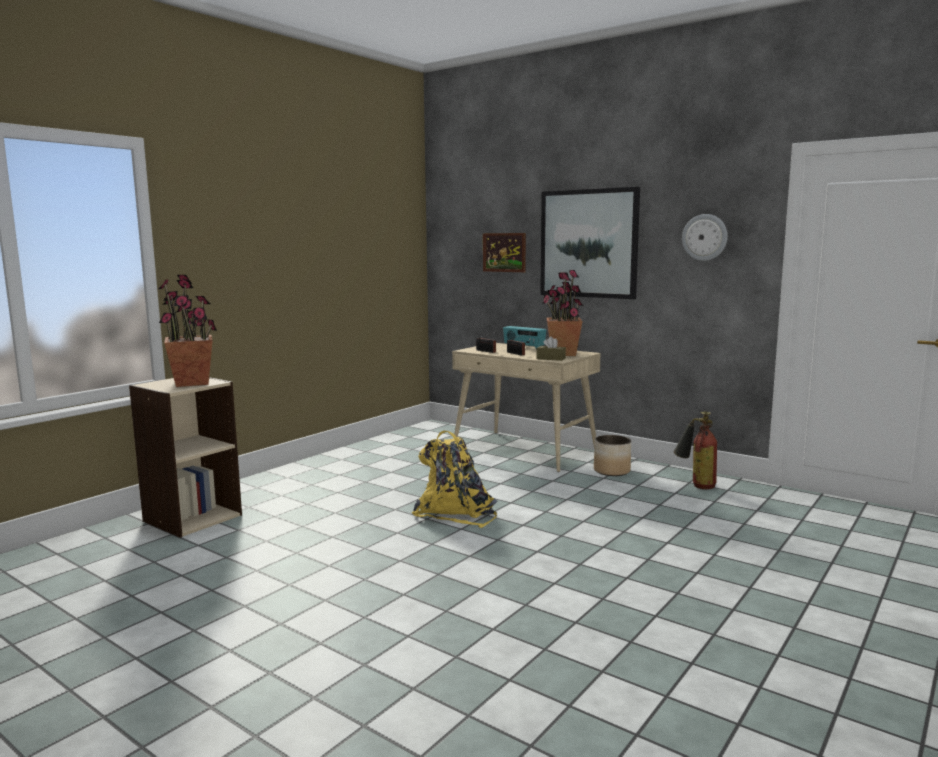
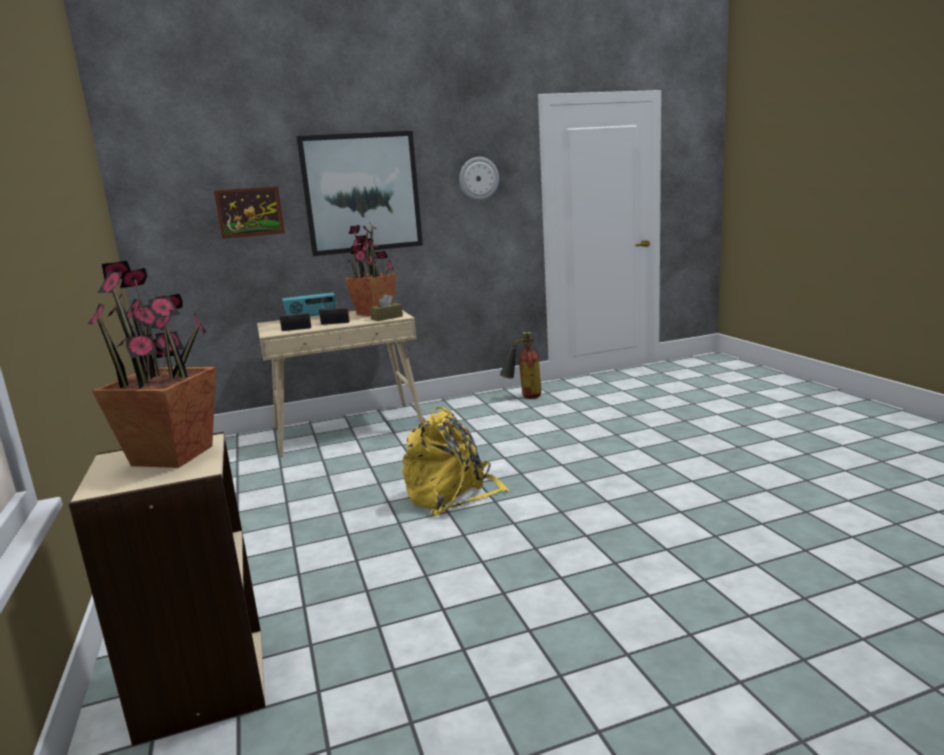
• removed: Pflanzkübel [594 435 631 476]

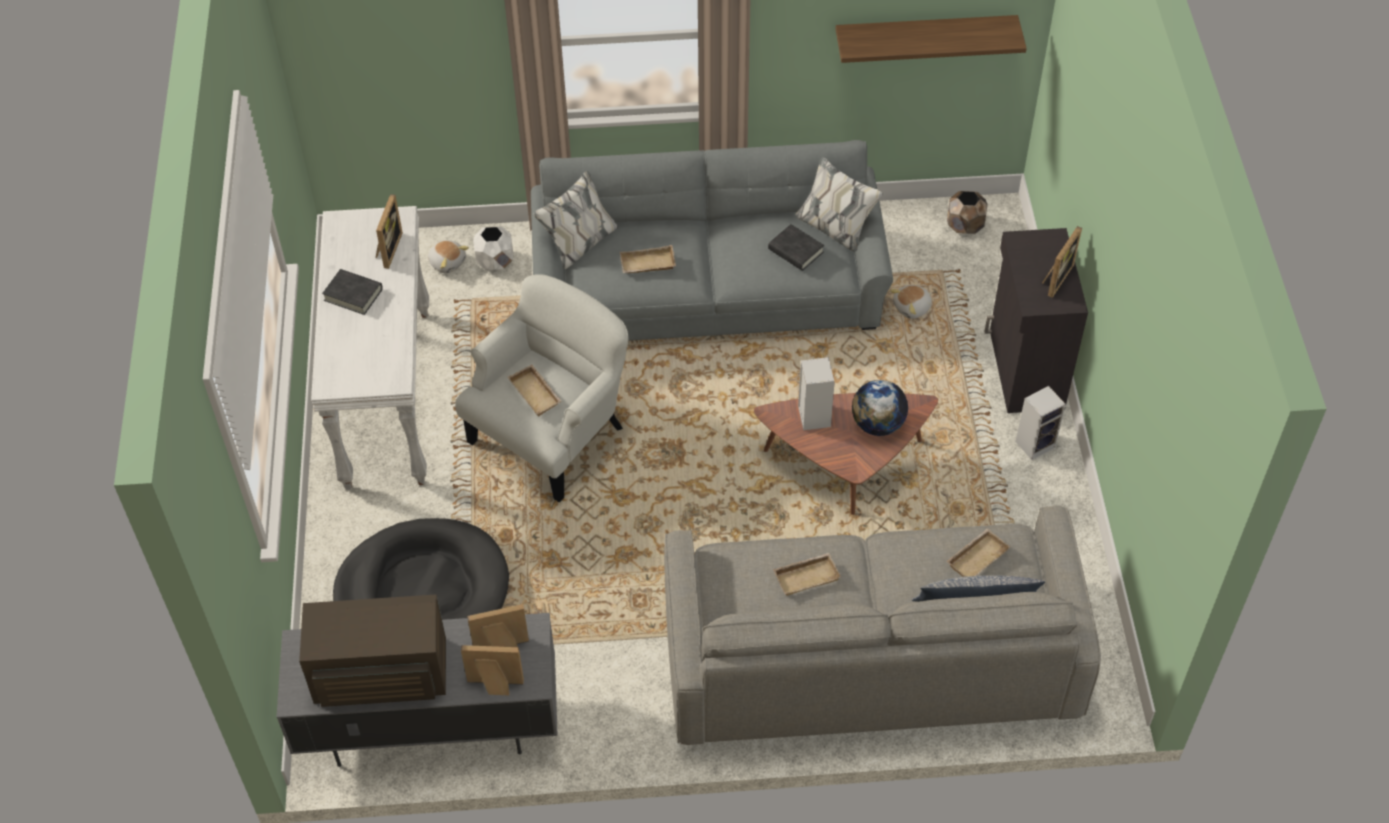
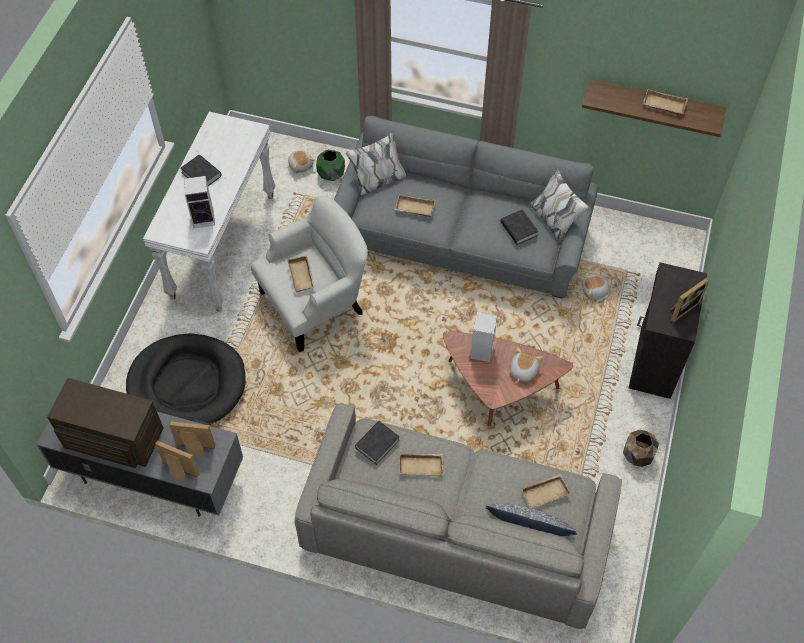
• removed: Bilderrahmen [376 194 403 269]
• recoloured: Pflanzkübel (weiß) [473 226 513 270] to Pflanzkübel (grün) [316 149 345 181]
• replaced: Globus [852 380 908 436] to Plüschtier [510 347 543 383]
• moved: Pflanzkübel (braun) [947 191 987 234] to [623 430 659 467]
• moved: Lautsprecher [1016 386 1066 460] to [183 176 215 229]
• added: Buch (schwarz) [355 421 400 465]
• added: Tablett (beige) [643 89 688 115]

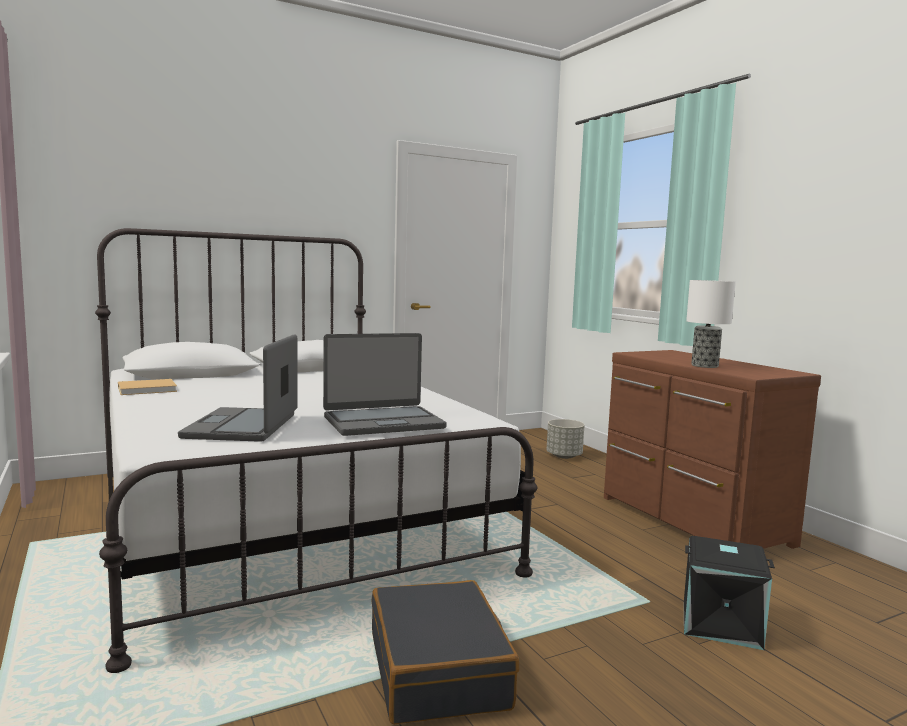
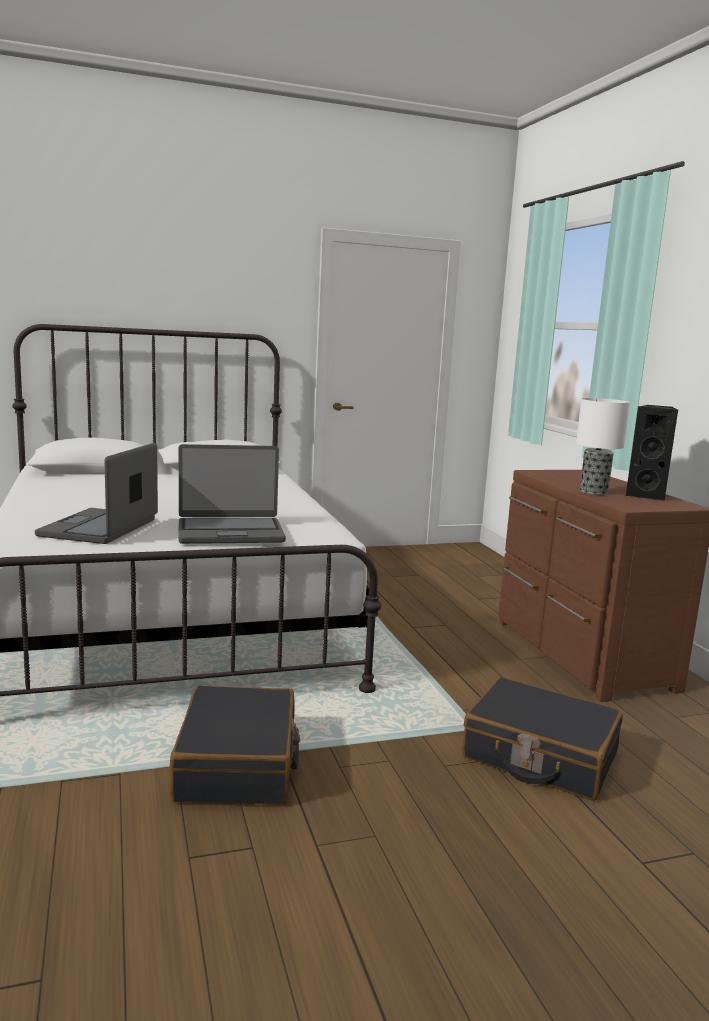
• removed: Buch (beige) [118 379 177 395]
• removed: Pflanzkübel (grau) [547 419 584 459]
• replaced: Aufbewahrungsbox (schwarz) [684 536 775 650] to Koffer (schwarz) [462 677 623 801]
• added: Lautsprecher (schwarz) [626 405 679 501]

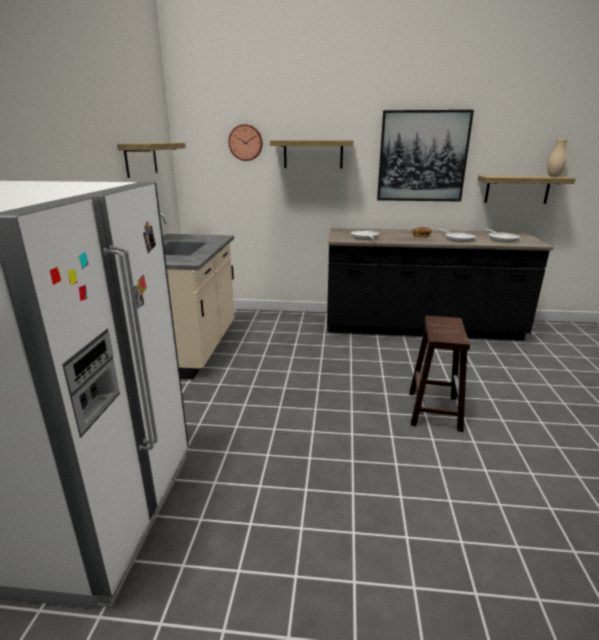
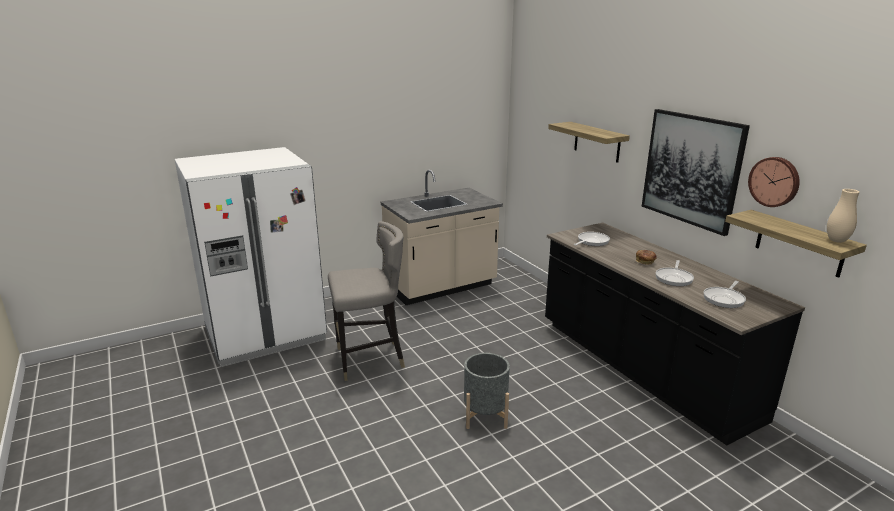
• removed: Wandregal [117 143 186 178]
• moved: Wanduhr [228 124 263 161] to [748 157 800 207]
• replaced: Hocker (braun) [409 316 470 432] to Pflanzkübel (grau) [464 353 510 429]
• added: Hocker (grau) [328 221 405 381]

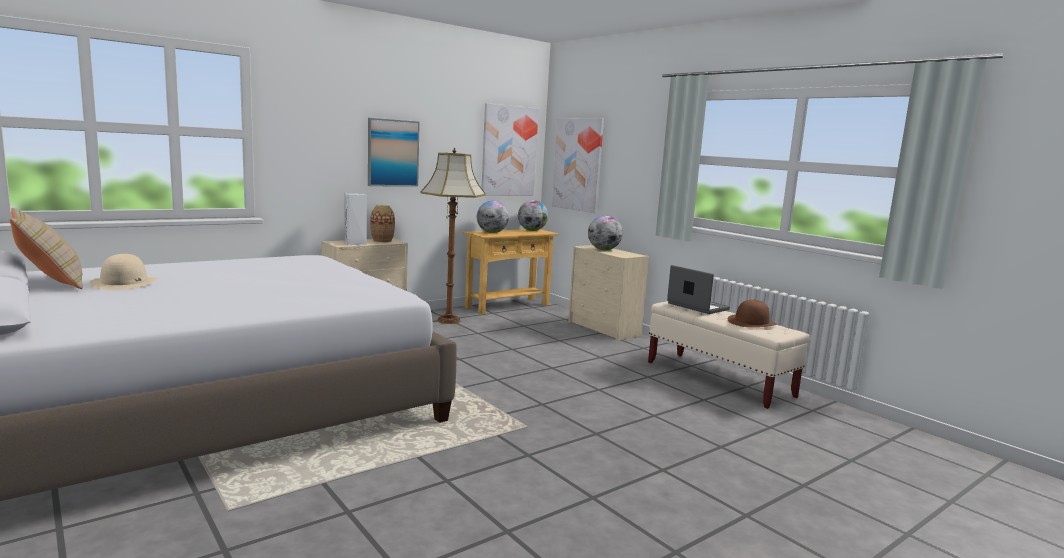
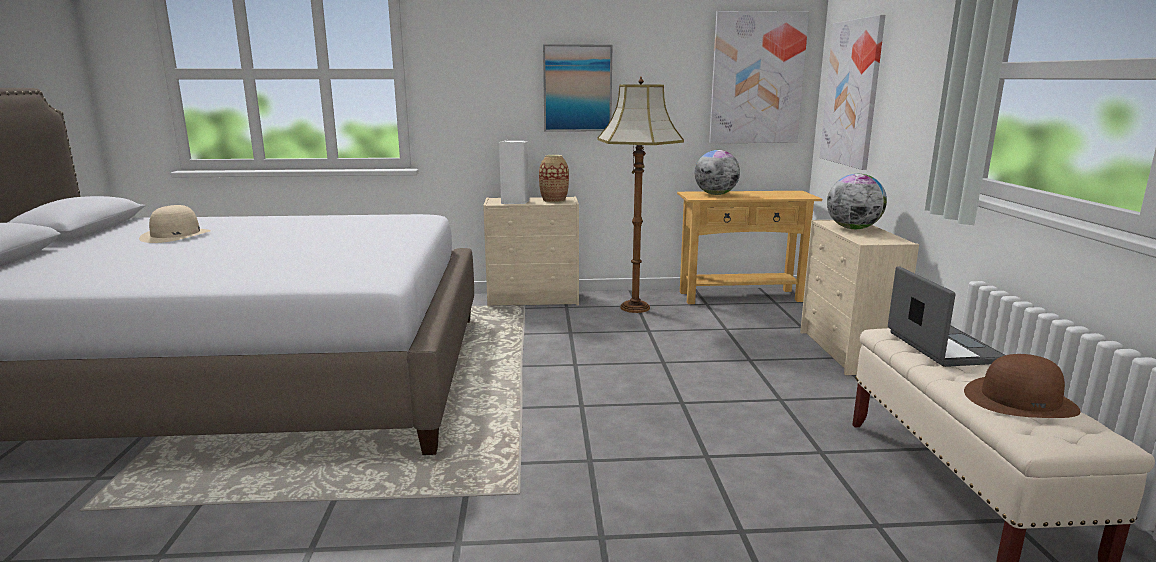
• removed: Kissen (beige) [9 208 83 289]
• removed: Globus [518 200 548 231]

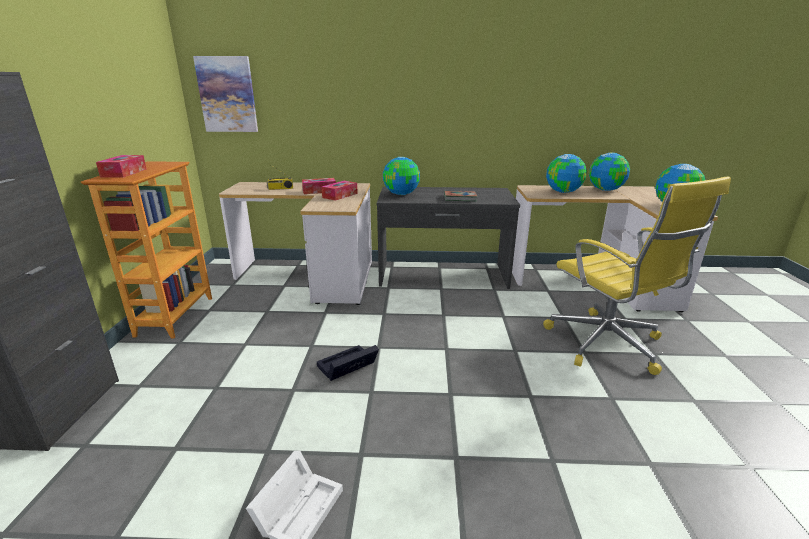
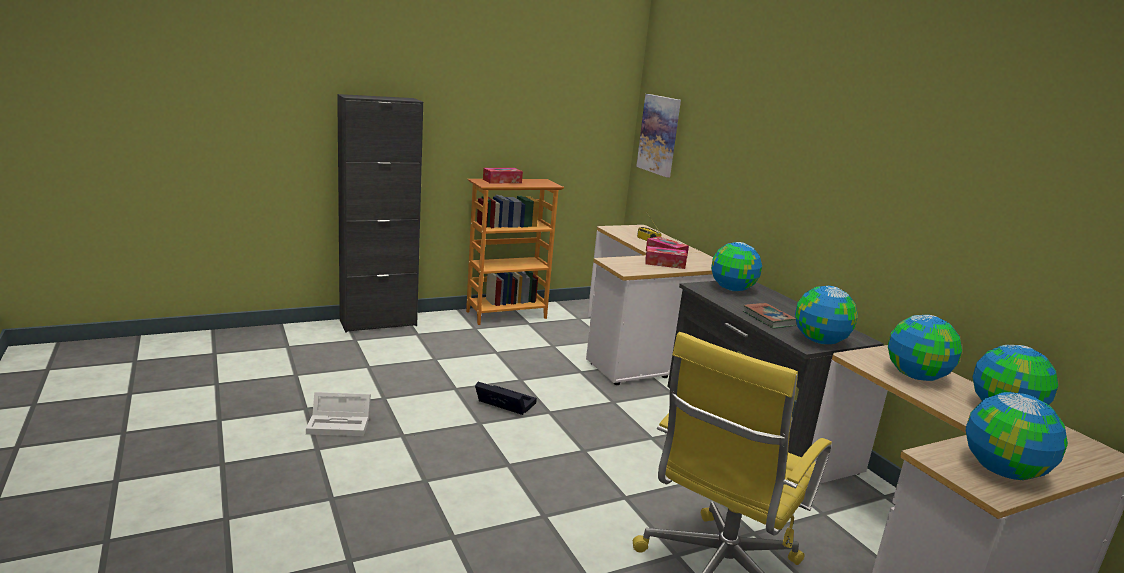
• added: Globus [795 286 858 344]

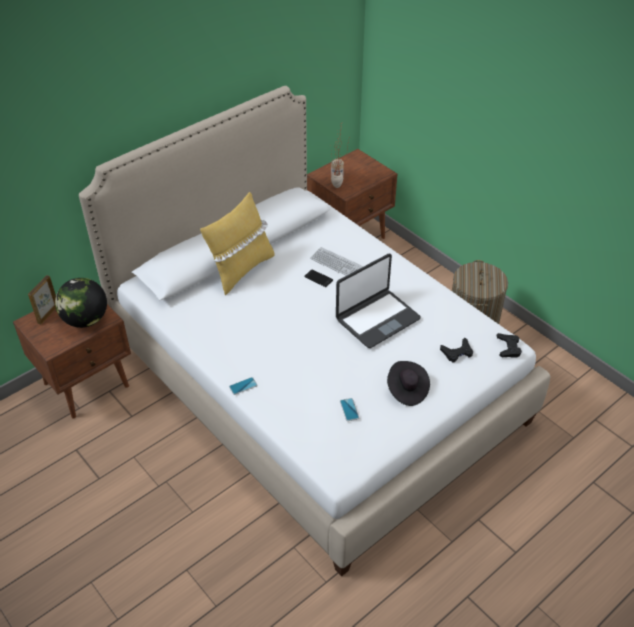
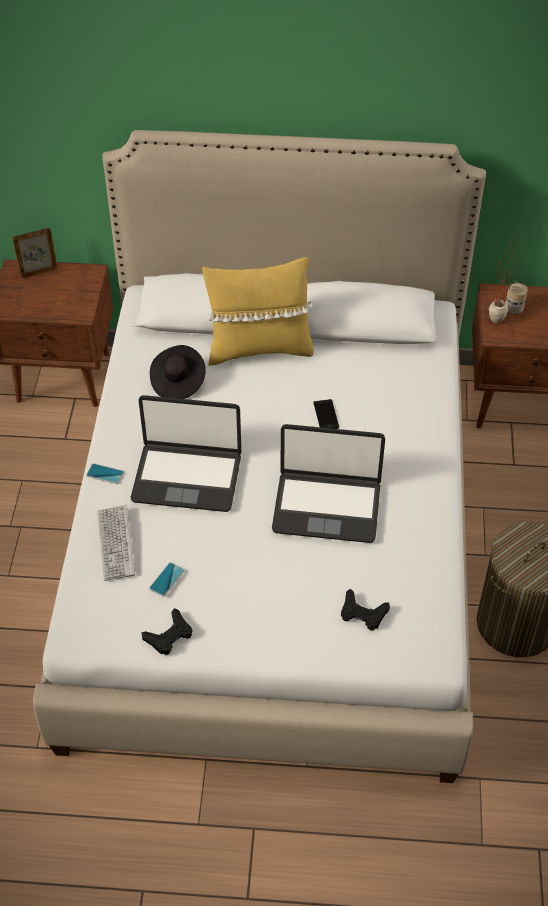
• removed: Globus [55 278 107 328]
• moved: Tastatur [310 247 364 276] to [97 505 135 581]
• moved: Hut (schwarz) [387 361 430 406] to [150 345 206 399]
• moved: Gamepad (schwarz) [497 333 522 357] to [141 608 193 655]
• added: Laptop [131 395 241 512]

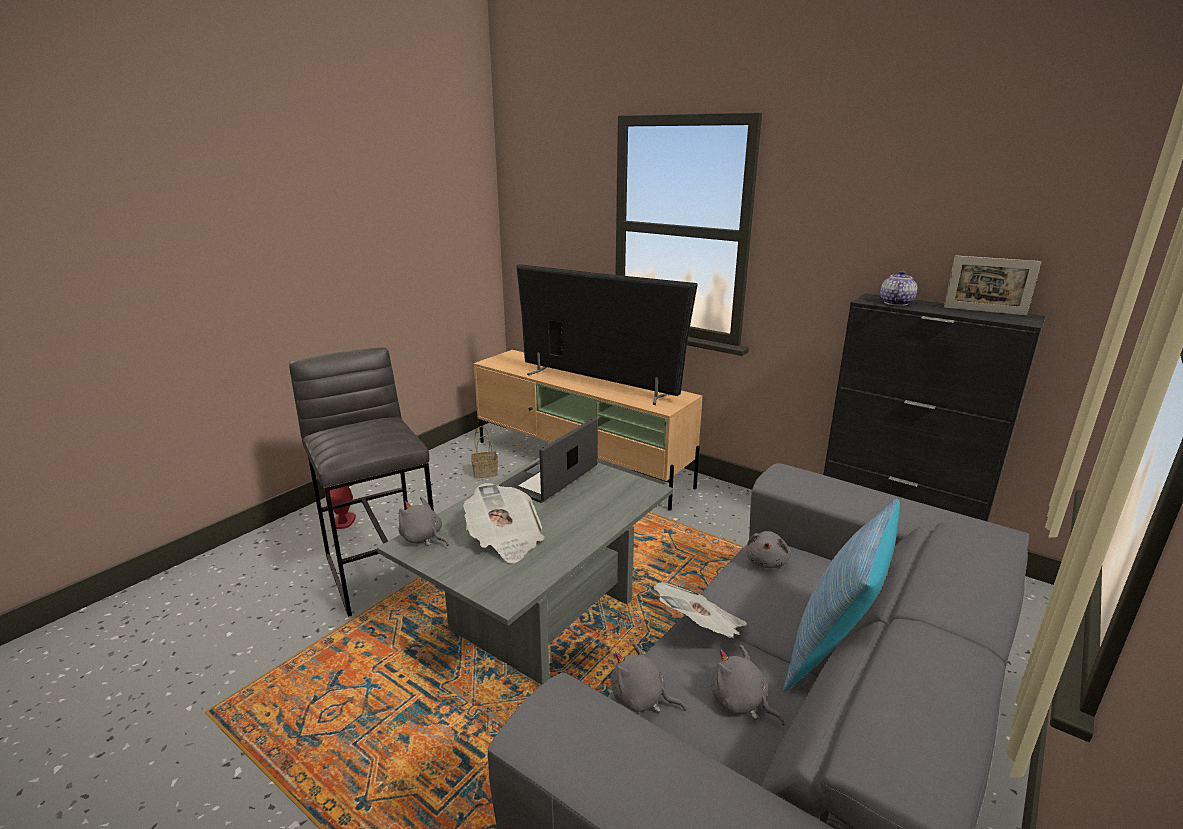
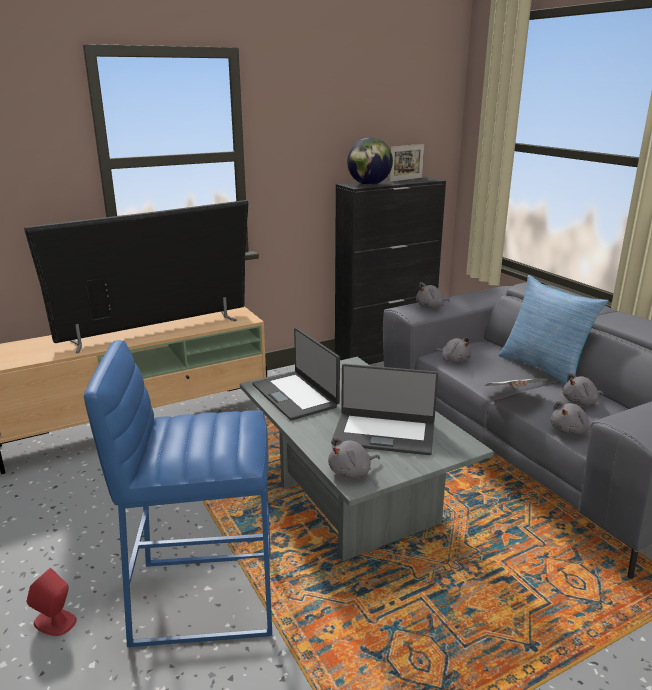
• recoloured: Hocker (grau) [289 347 434 617] to Hocker (blau) [84 340 272 647]
• replaced: Zeitung [463 483 544 563] to Laptop [331 364 438 455]
• removed: Korb [471 426 498 479]
• replaced: Teekanne [880 270 918 306] to Globus [347 137 393 185]
• added: Plüschtier (grau) [416 282 450 309]

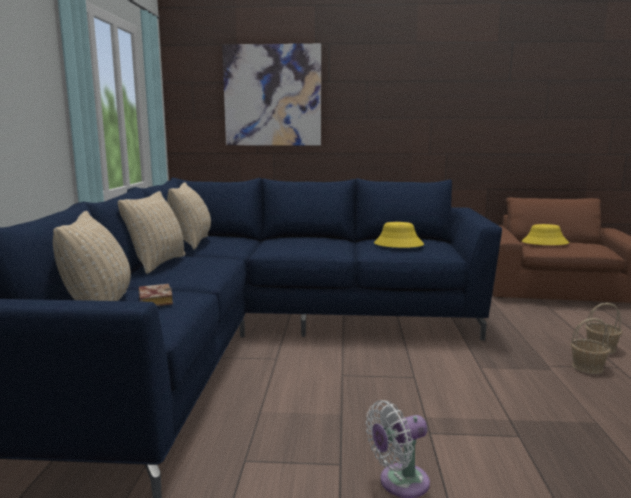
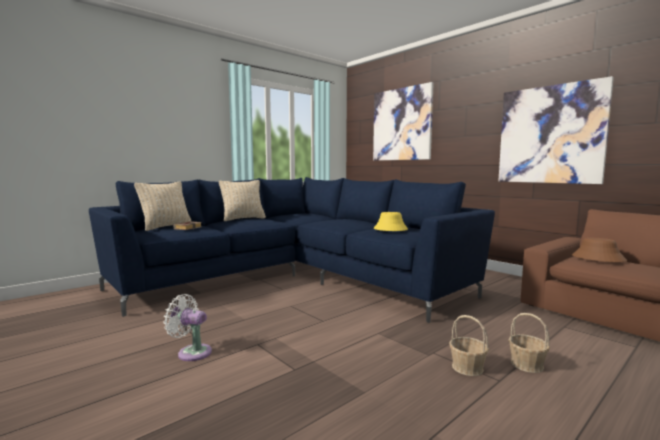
• removed: Kissen (beige) [167 182 211 250]
• recoloured: Hut (gelb) [522 224 569 245] to Hut (braun) [572 238 627 262]
• added: Bild [498 76 614 184]

